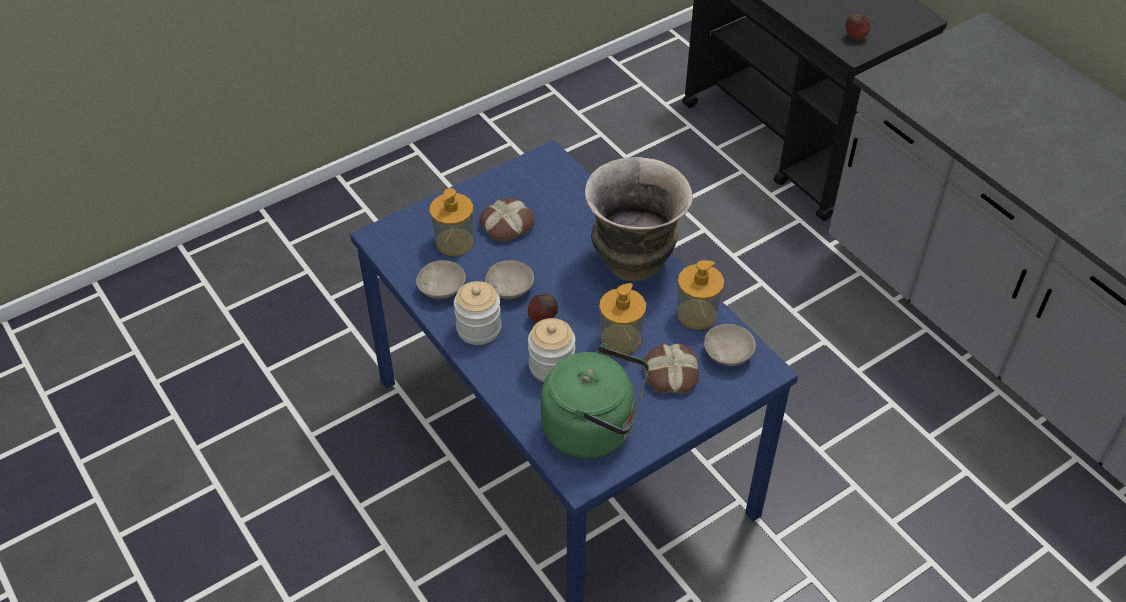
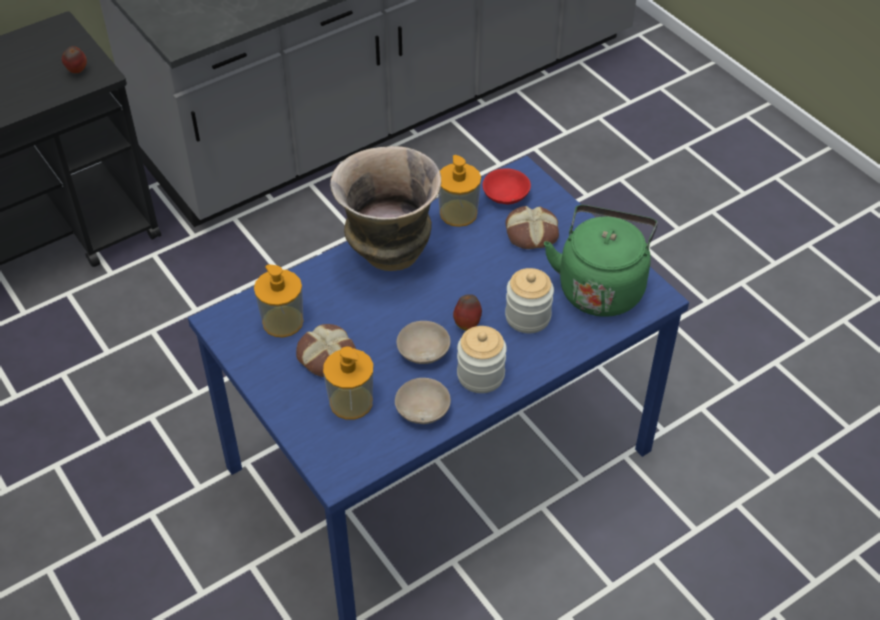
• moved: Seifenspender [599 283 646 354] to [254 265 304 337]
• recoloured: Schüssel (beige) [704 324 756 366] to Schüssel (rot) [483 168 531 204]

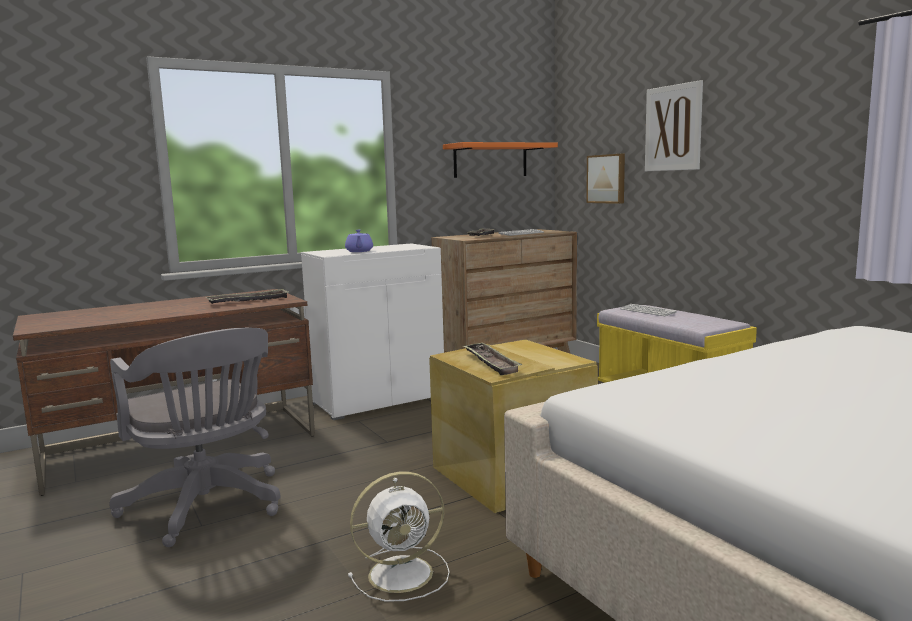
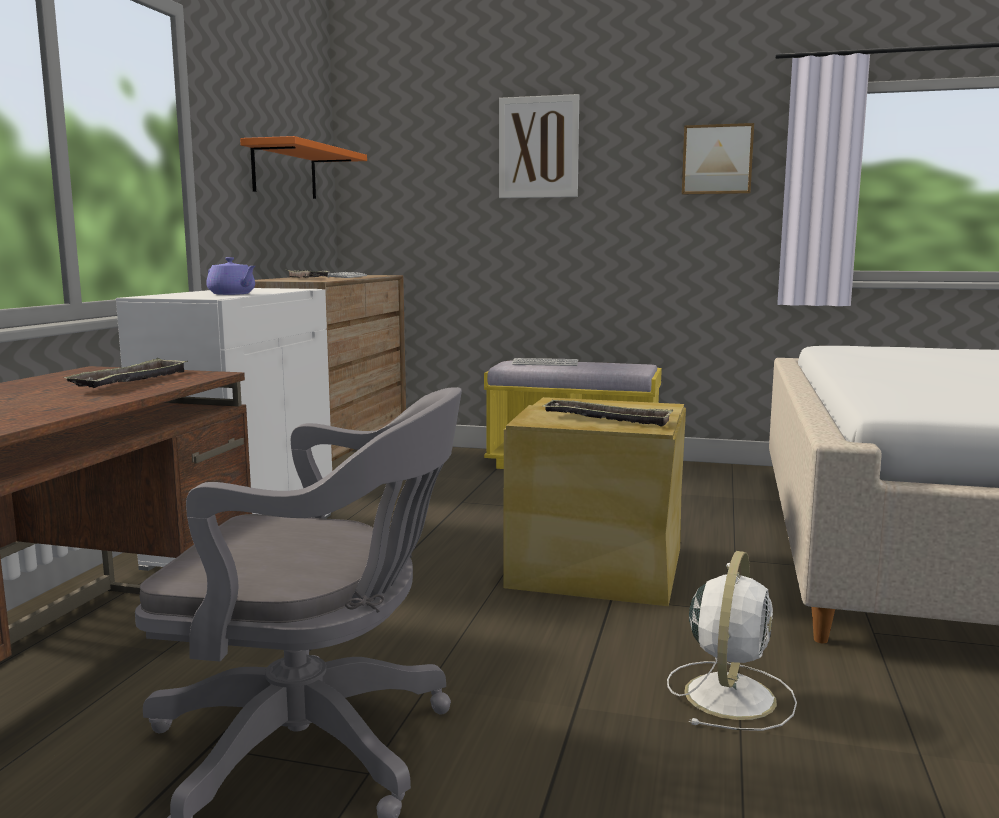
• moved: Bild [586 154 625 204] to [682 123 754 195]

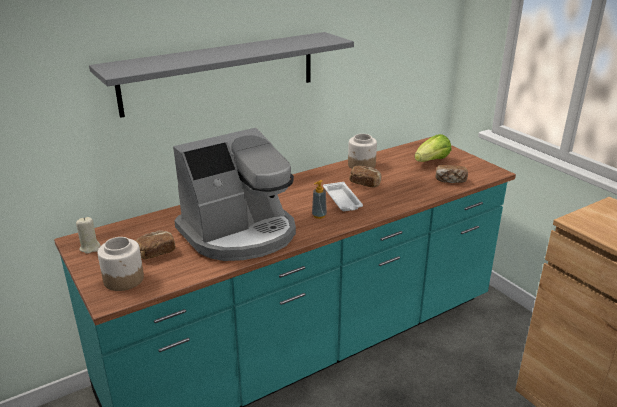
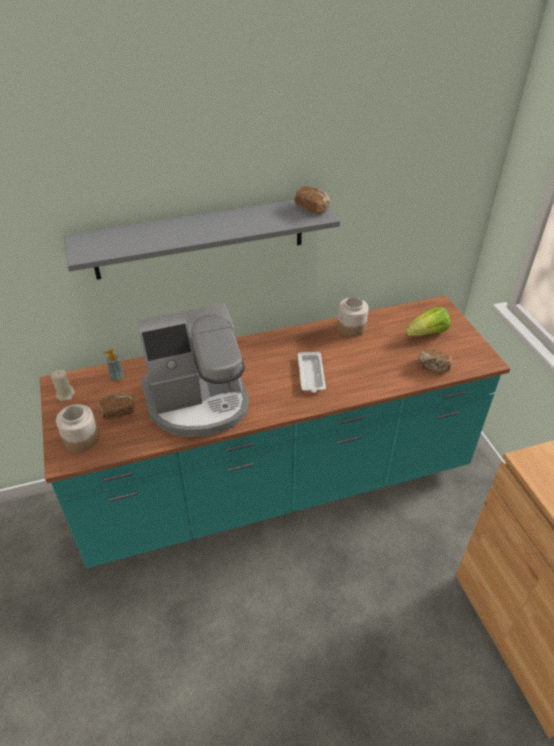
• moved: Seifenspender [312 180 327 219] to [104 349 124 382]
• moved: Brot [349 166 381 187] to [294 186 330 214]

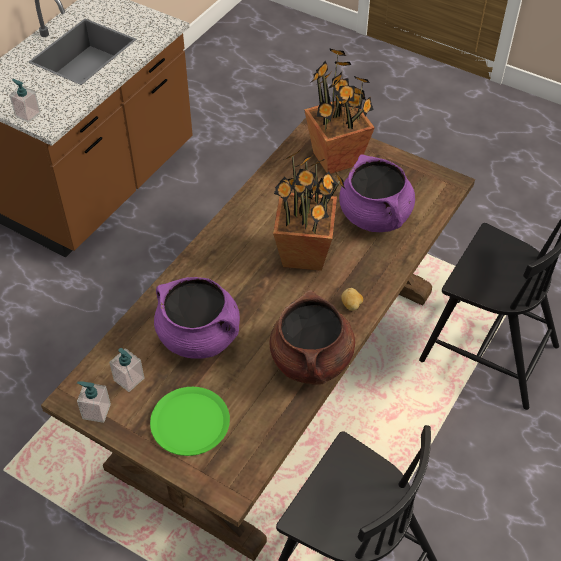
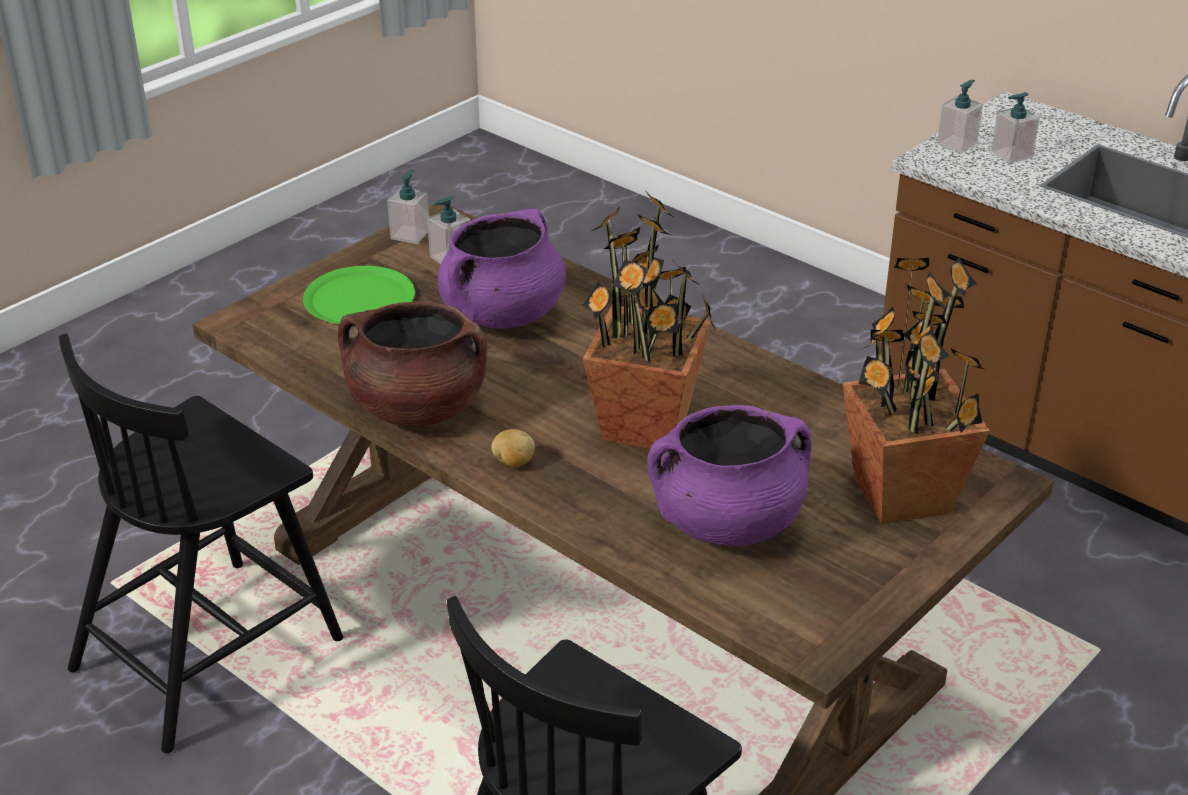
• added: Seifenspender [991 92 1040 164]

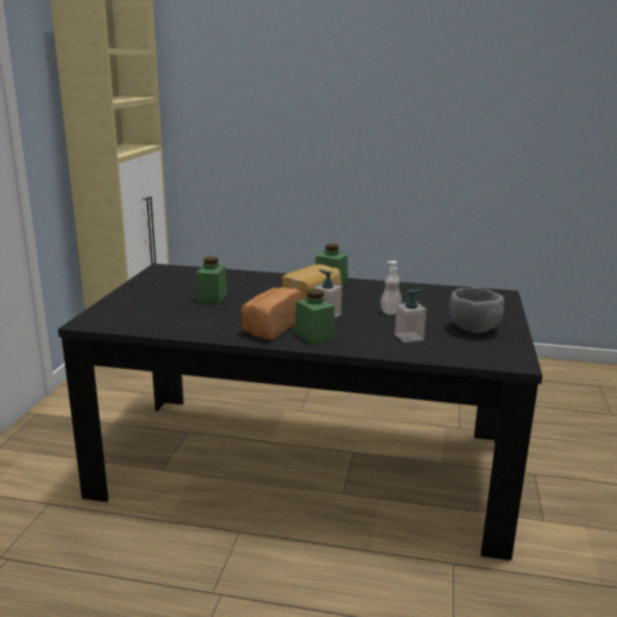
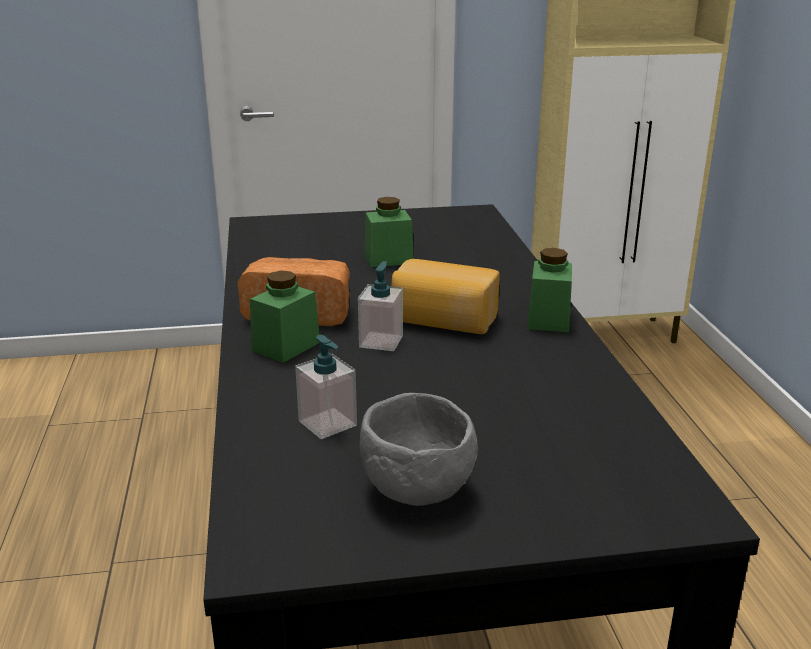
• removed: Seifenspender [381 261 402 315]

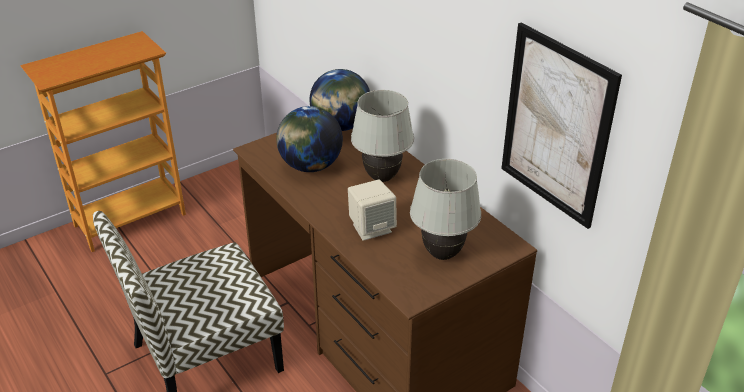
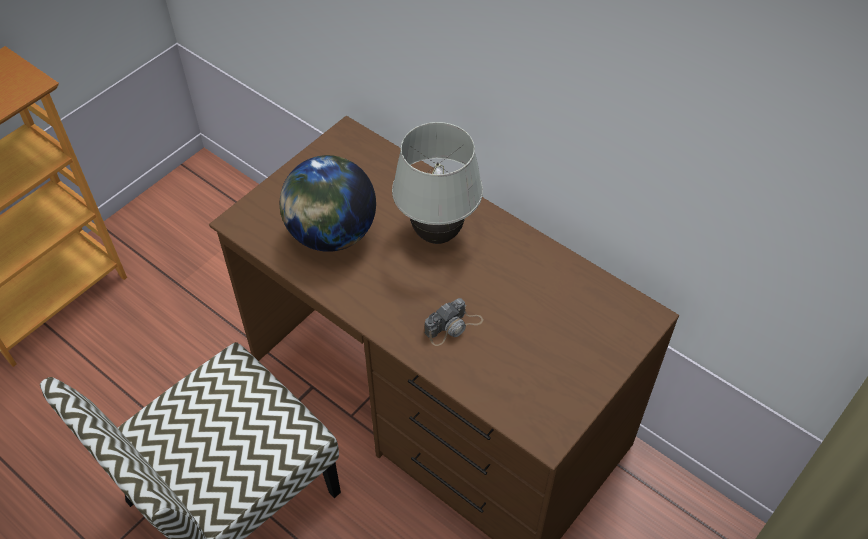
• removed: Globus [310 69 370 131]
• replaced: Lautsprecher (beige) [348 179 397 241] to Kamera [425 298 483 346]
• removed: Tischlampe (weiß) [410 159 481 260]
• removed: Bild [501 22 622 229]

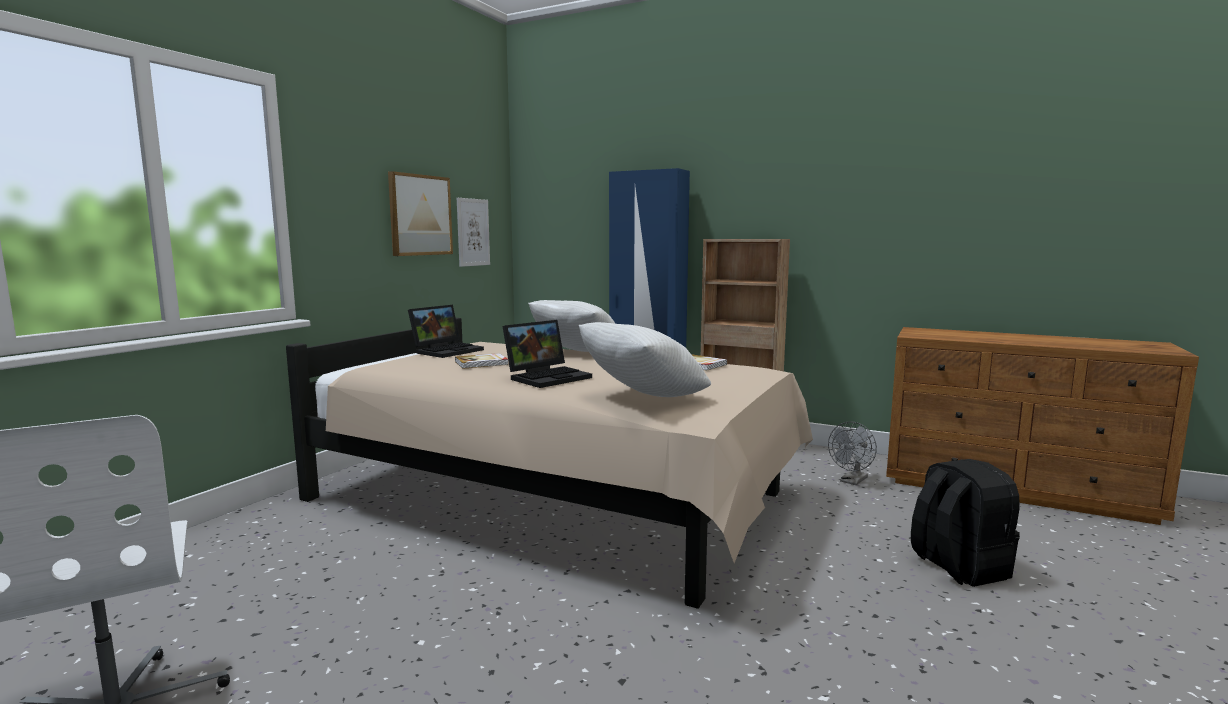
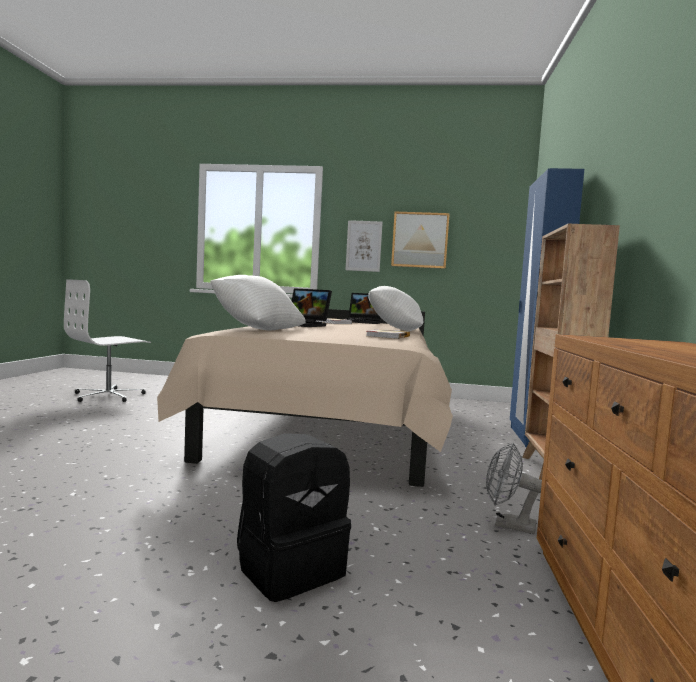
• moved: Bild [457 198 490 267] to [346 220 383 272]

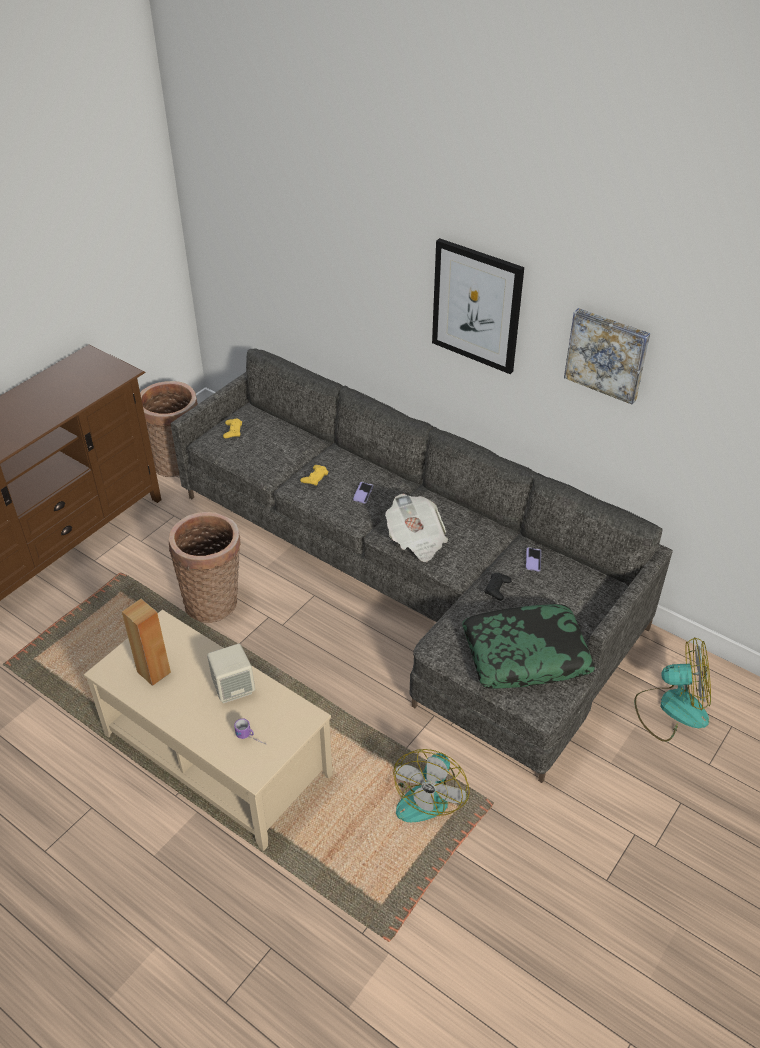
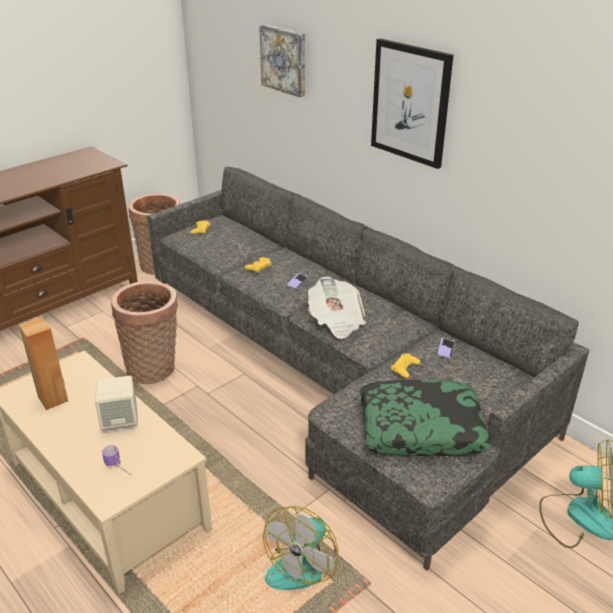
• recoloured: Gamepad (schwarz) [484 573 511 600] to Gamepad (gelb) [391 353 420 378]
• moved: Bild [564 308 651 405] to [259 24 305 97]

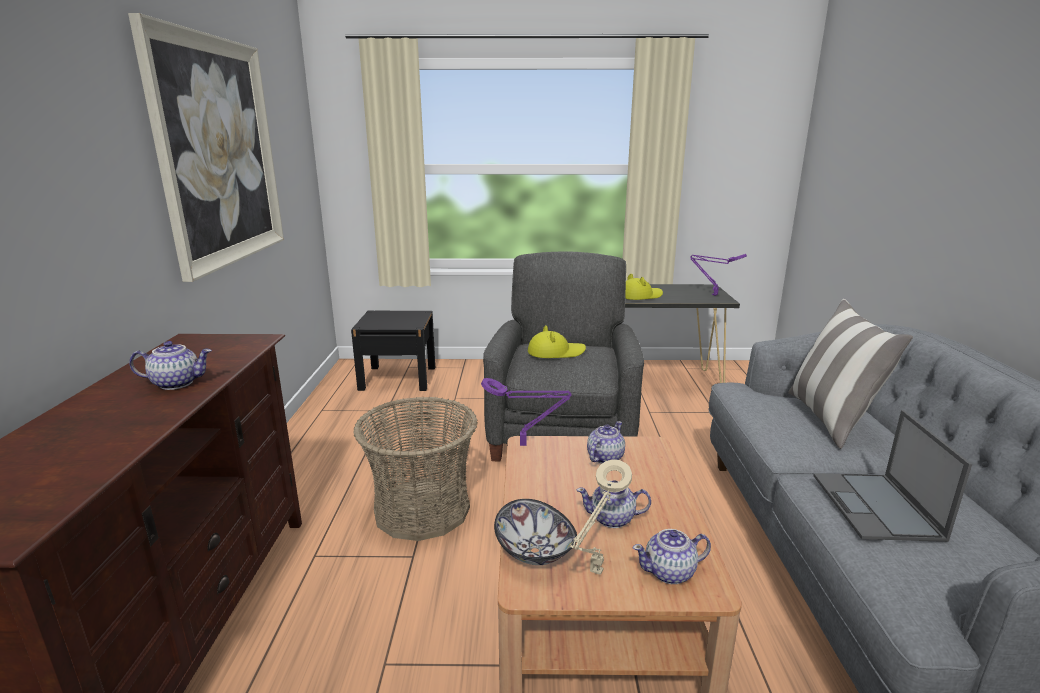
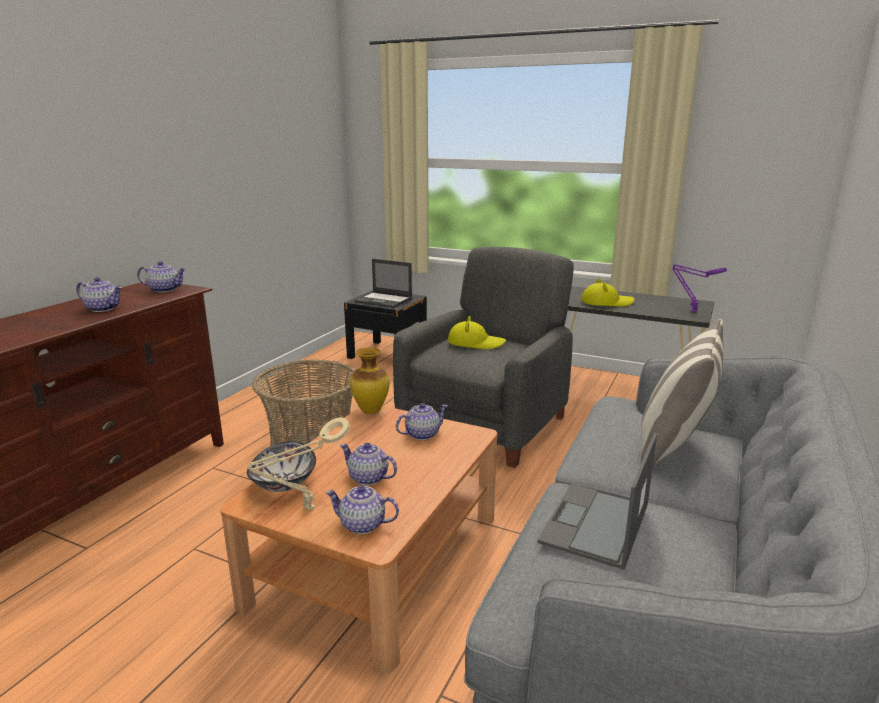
• removed: Bild [128 13 284 282]
• replaced: Tischlampe (lila) [481 378 571 446] to Vase [350 348 390 414]
• added: Teekanne [137 261 186 293]
• added: Laptop [354 259 412 308]

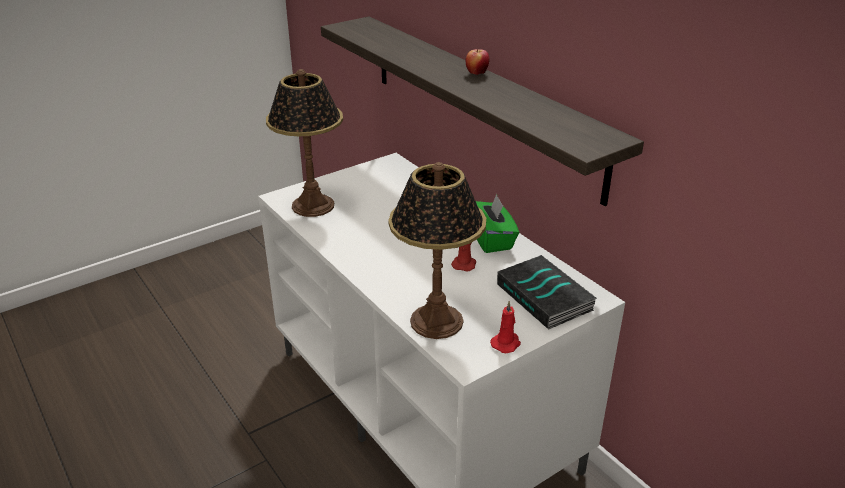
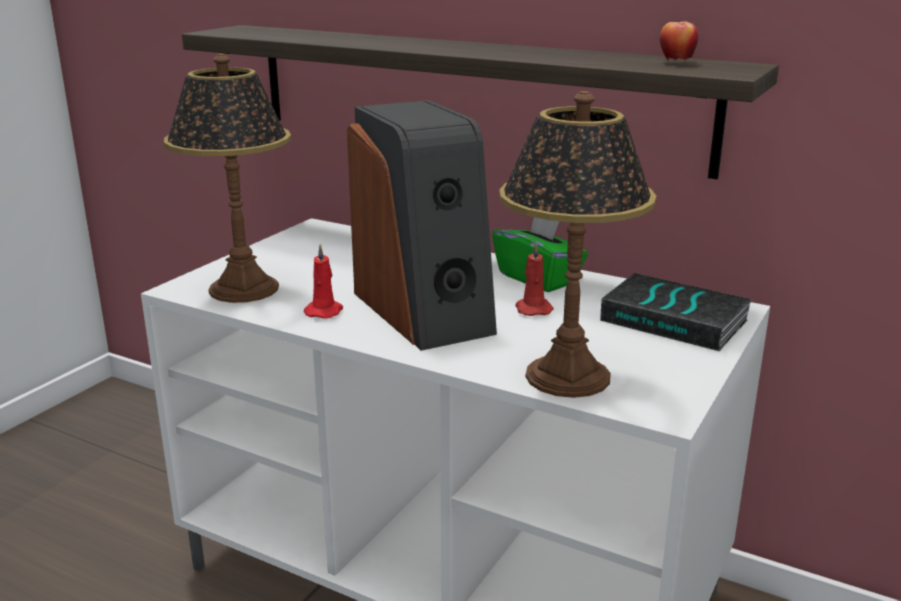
• moved: Apfel [466 49 490 75] to [660 19 698 60]
• moved: Kerze (rot) [490 301 521 353] to [304 244 343 319]
• added: Lautsprecher [347 100 497 351]

